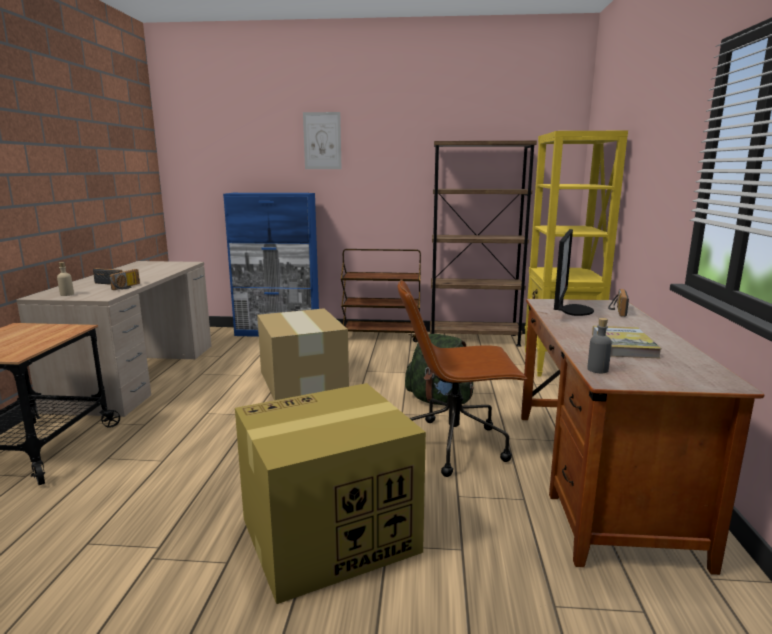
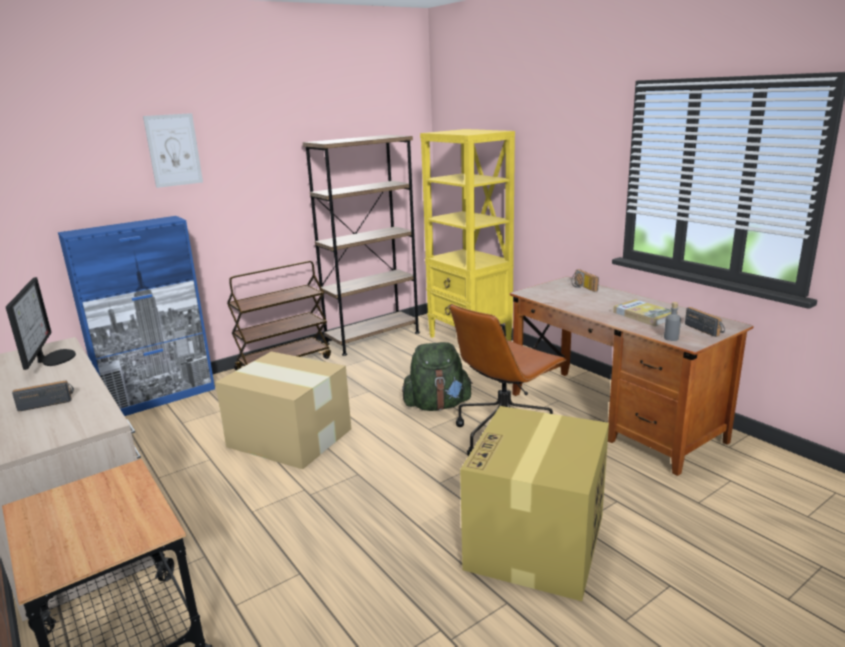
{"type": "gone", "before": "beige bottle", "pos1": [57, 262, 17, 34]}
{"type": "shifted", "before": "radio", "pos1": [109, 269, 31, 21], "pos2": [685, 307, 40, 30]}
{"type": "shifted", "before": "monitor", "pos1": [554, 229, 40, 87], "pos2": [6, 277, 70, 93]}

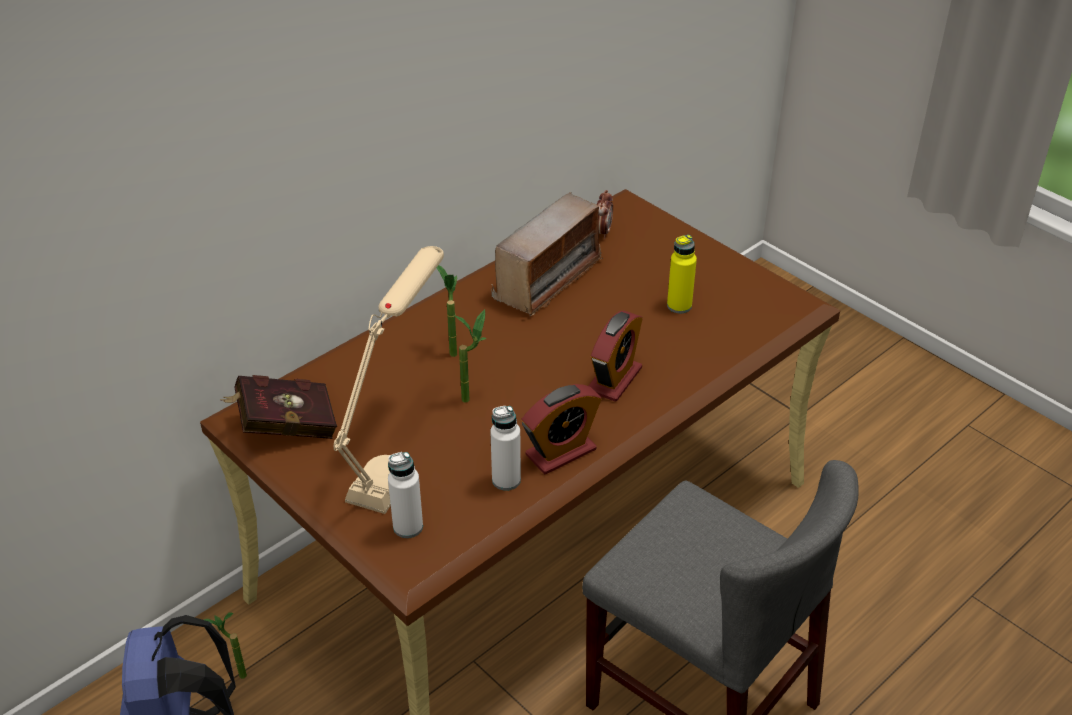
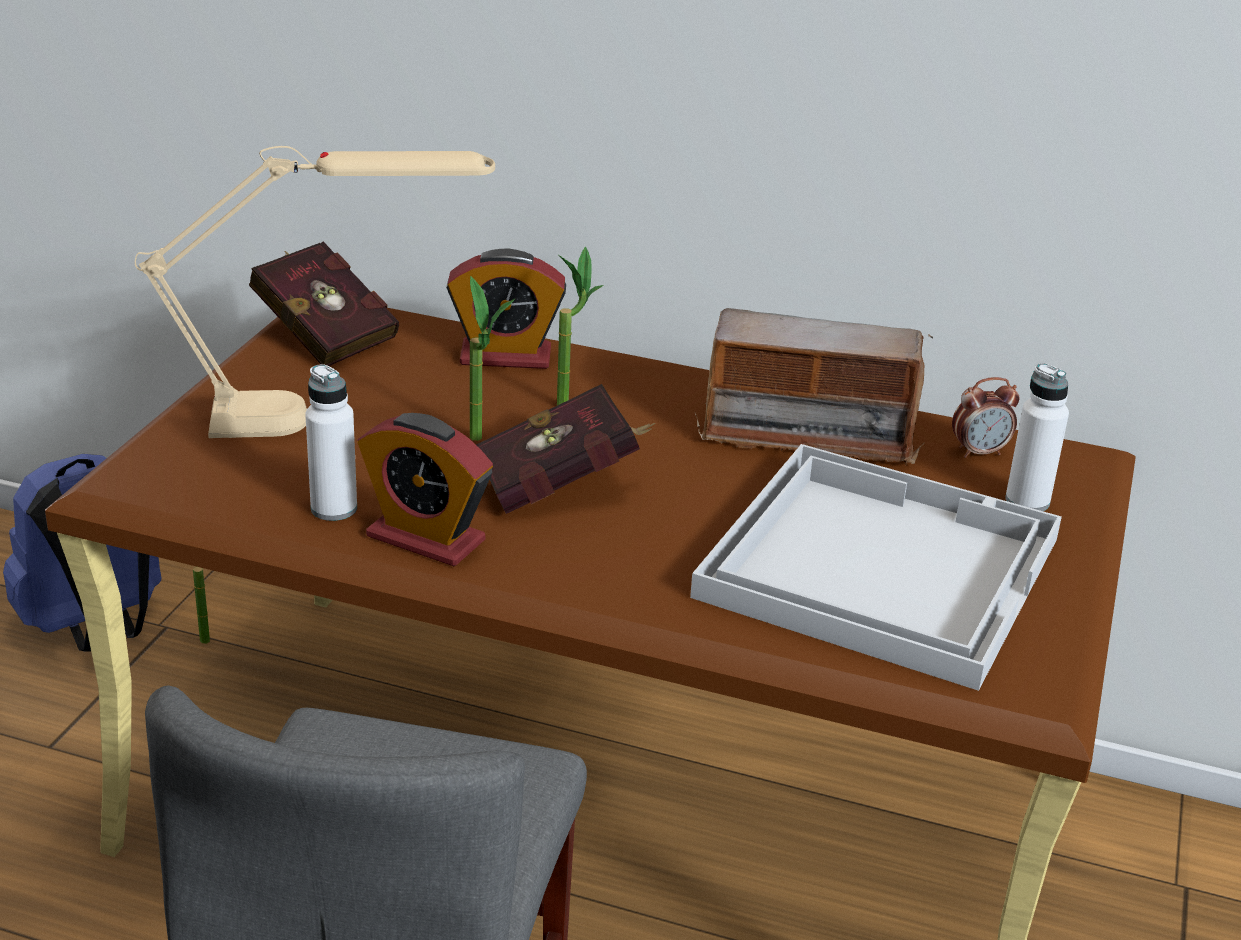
{"type": "new", "after": "red book", "pos2": [476, 384, 180, 130]}
{"type": "shifted", "before": "white bottle", "pos1": [388, 452, 35, 86], "pos2": [1005, 363, 64, 148]}
{"type": "shifted", "before": "alarm clock", "pos1": [589, 311, 54, 91], "pos2": [446, 248, 120, 121]}
{"type": "swapped", "before": "yellow bottle", "after": "white tray", "pos1": [667, 235, 30, 78], "pos2": [690, 444, 372, 247]}

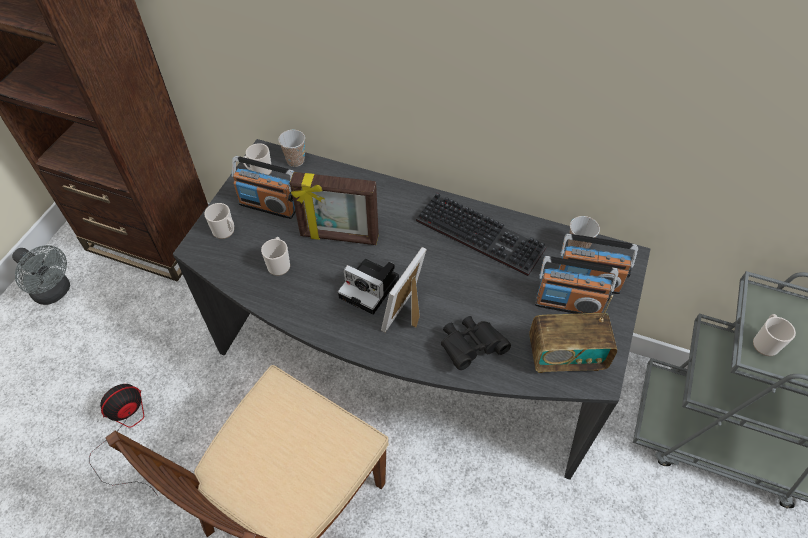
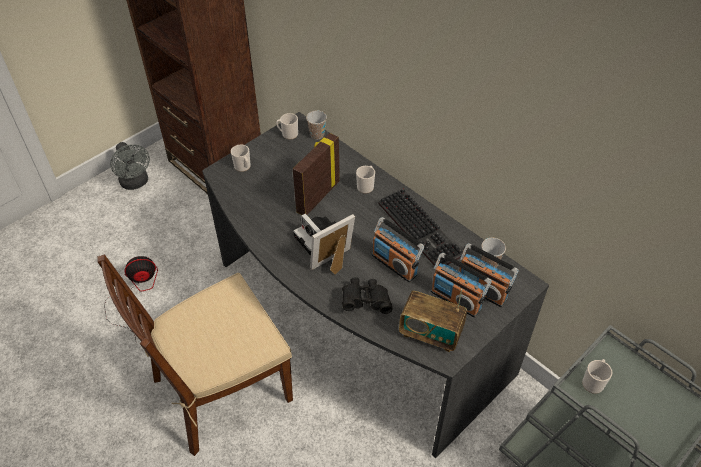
{"type": "shifted", "before": "radio", "pos1": [232, 156, 63, 63], "pos2": [372, 217, 52, 65]}
{"type": "shifted", "before": "mug", "pos1": [261, 237, 29, 39], "pos2": [356, 166, 19, 28]}
{"type": "rotated", "before": "picture frame", "pos1": [290, 172, 89, 73], "pos2": [293, 133, 47, 82], "turn": 90}

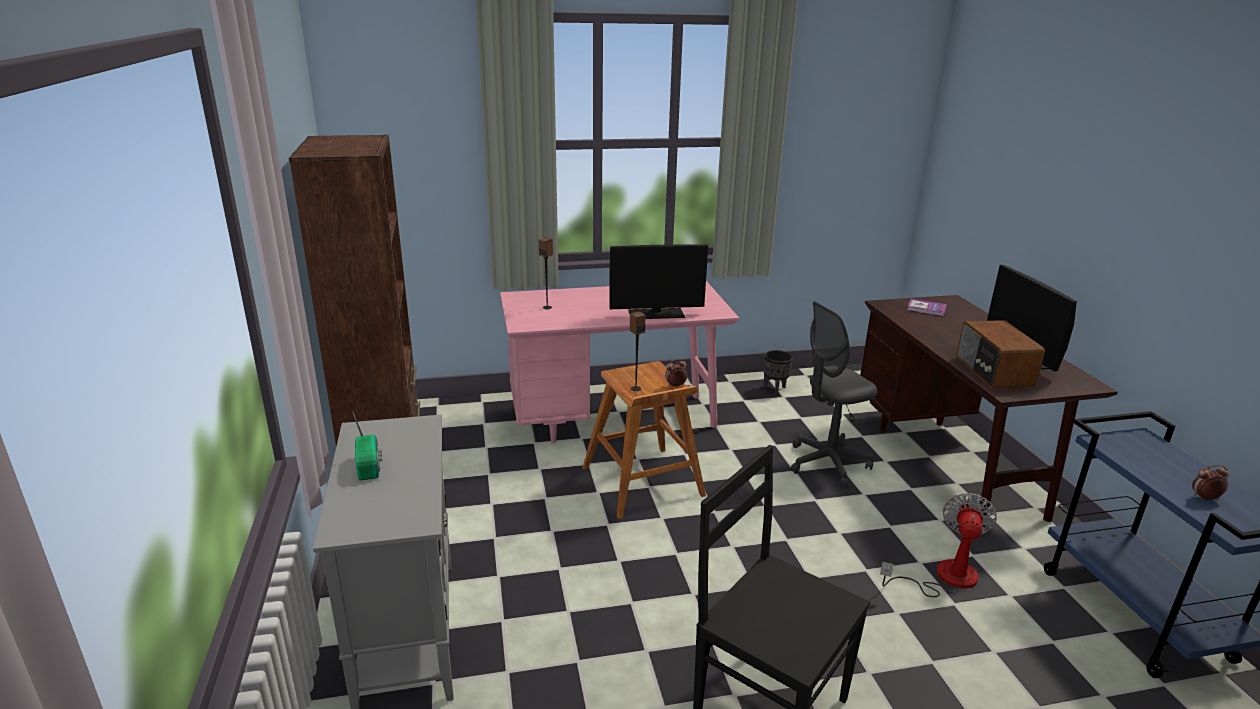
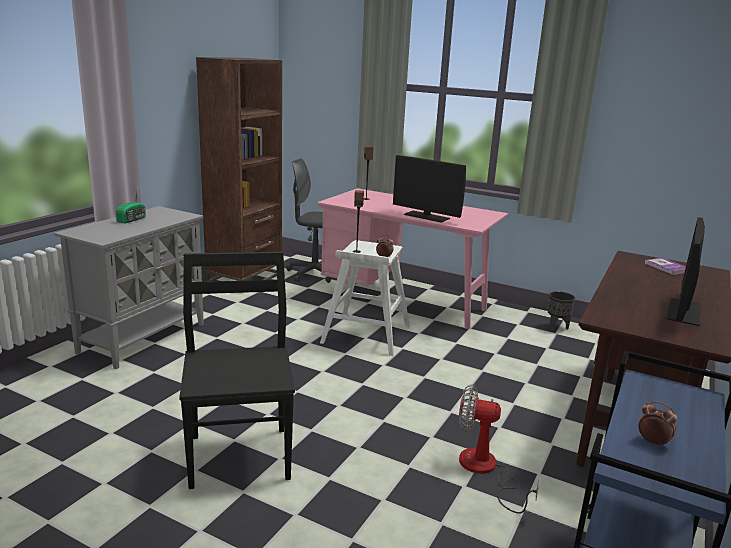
{"type": "gone", "before": "radio", "pos1": [956, 320, 89, 68]}
{"type": "shifted", "before": "grey office chair", "pos1": [791, 301, 86, 186], "pos2": [287, 158, 44, 125]}
{"type": "repainted", "before": "brown stool", "after": "white stool", "pos1": [583, 362, 123, 157], "pos2": [320, 240, 90, 116]}
{"type": "rotated", "before": "fan", "pos1": [880, 493, 117, 104], "pos2": [459, 385, 80, 129], "turn": -135}

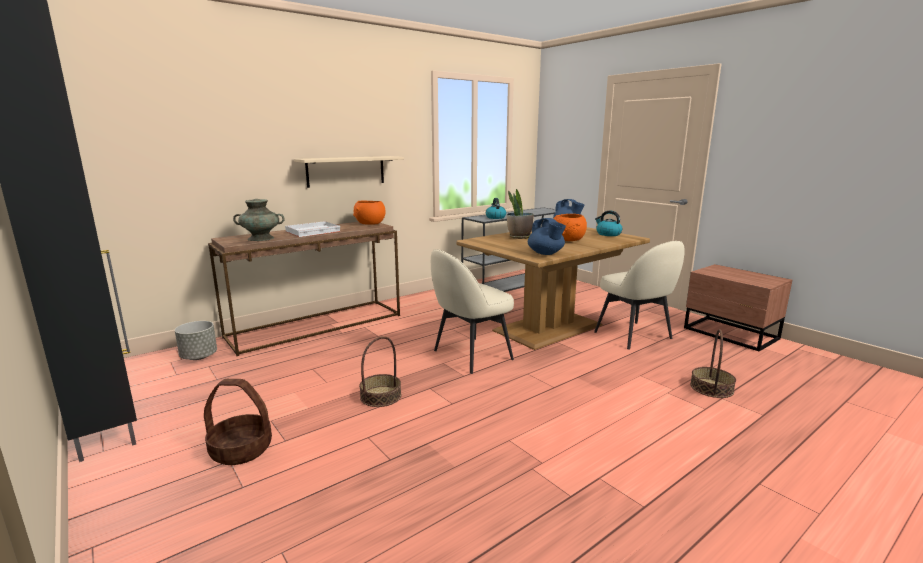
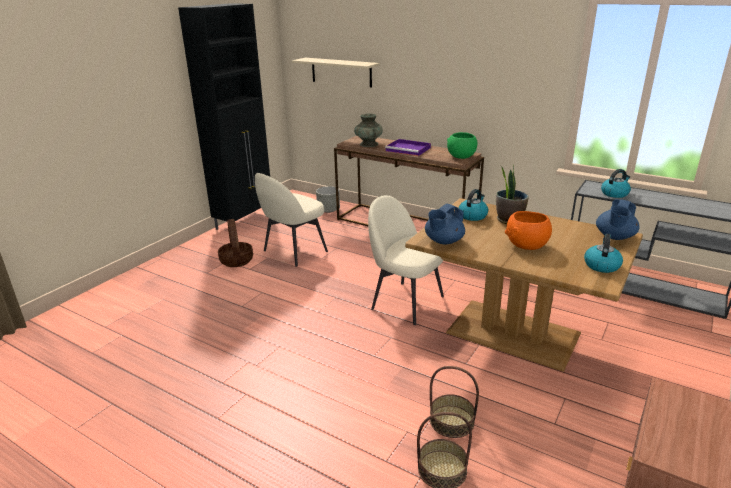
{"type": "new", "after": "kettle", "pos2": [459, 189, 29, 32]}
{"type": "shifted", "before": "beige shelf", "pos1": [294, 156, 110, 32], "pos2": [292, 58, 87, 29]}
{"type": "shifted", "before": "basket", "pos1": [359, 336, 42, 71], "pos2": [430, 366, 49, 72]}
{"type": "shifted", "before": "beige chair", "pos1": [594, 241, 91, 108], "pos2": [255, 173, 73, 94]}
{"type": "repainted", "before": "white tray", "after": "purple tray", "pos1": [285, 221, 55, 16], "pos2": [385, 139, 46, 17]}
{"type": "repainted", "before": "orange bowl", "after": "green bowl", "pos1": [353, 200, 33, 25], "pos2": [447, 132, 30, 27]}

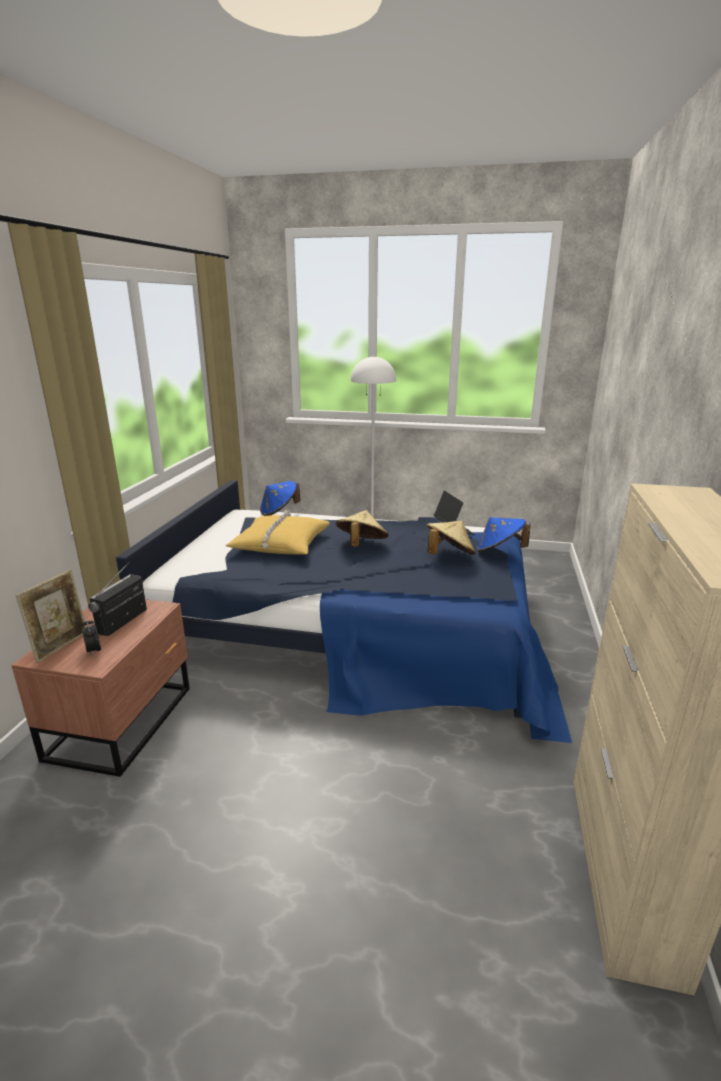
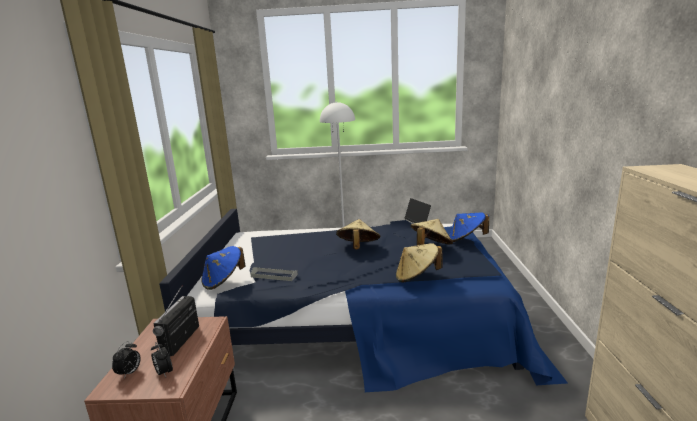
{"type": "gone", "before": "yellow pillow", "pos1": [225, 510, 105, 45]}
{"type": "new", "after": "grey tray", "pos2": [250, 267, 48, 14]}
{"type": "new", "after": "beige hat", "pos2": [396, 243, 46, 40]}
{"type": "shifted", "before": "blue hat", "pos1": [260, 481, 40, 35], "pos2": [201, 246, 44, 44]}
{"type": "swapped", "before": "picture frame", "after": "alarm clock", "pos1": [16, 570, 70, 93], "pos2": [112, 341, 29, 38]}

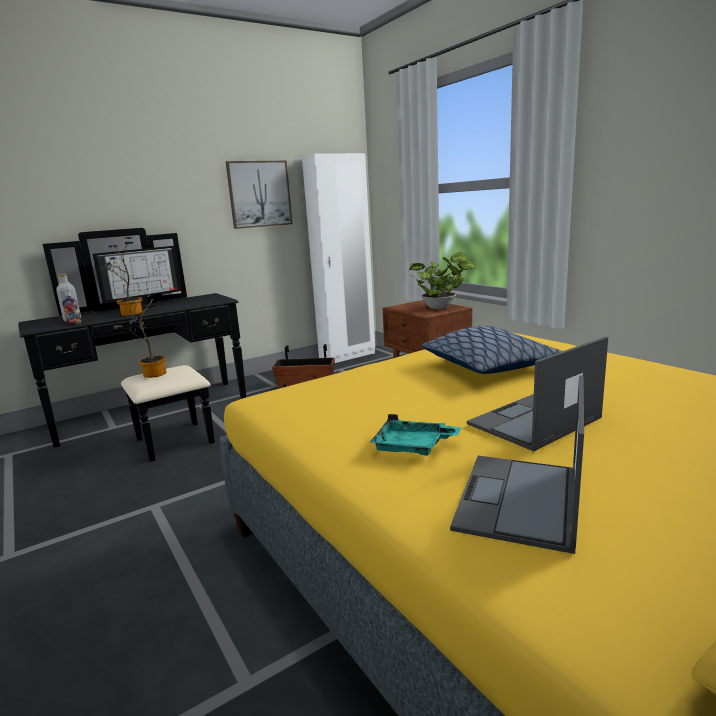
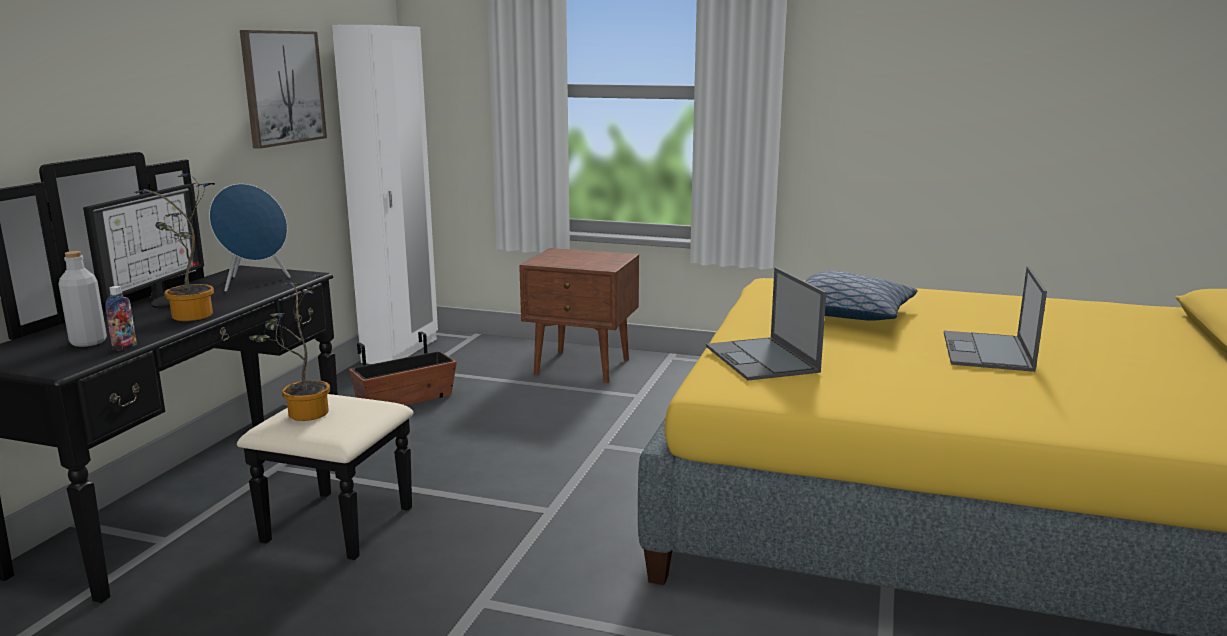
{"type": "gone", "before": "turquoise tray", "pos1": [369, 414, 92, 42]}
{"type": "gone", "before": "potted plant", "pos1": [408, 252, 68, 57]}
{"type": "new", "after": "blue speaker", "pos2": [209, 184, 82, 108]}
{"type": "shifted", "before": "laptop", "pos1": [450, 375, 134, 179], "pos2": [706, 267, 120, 114]}

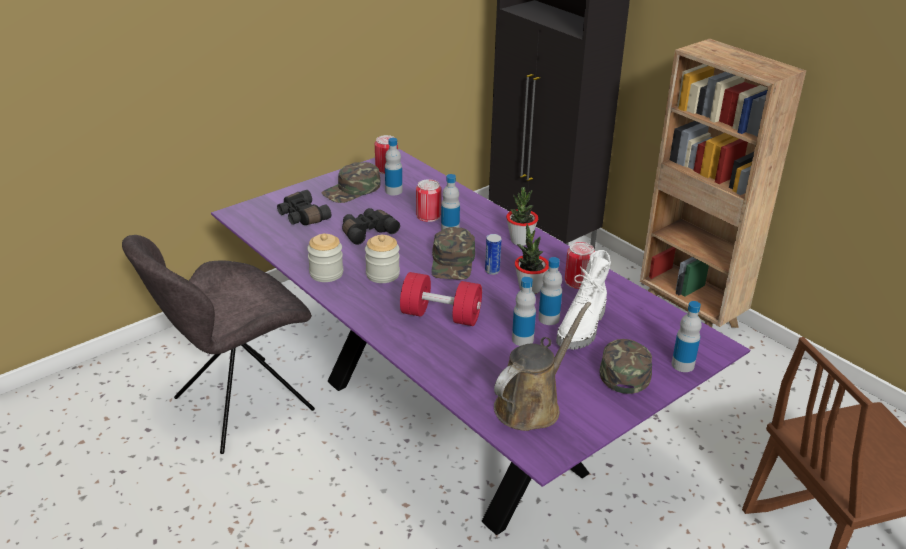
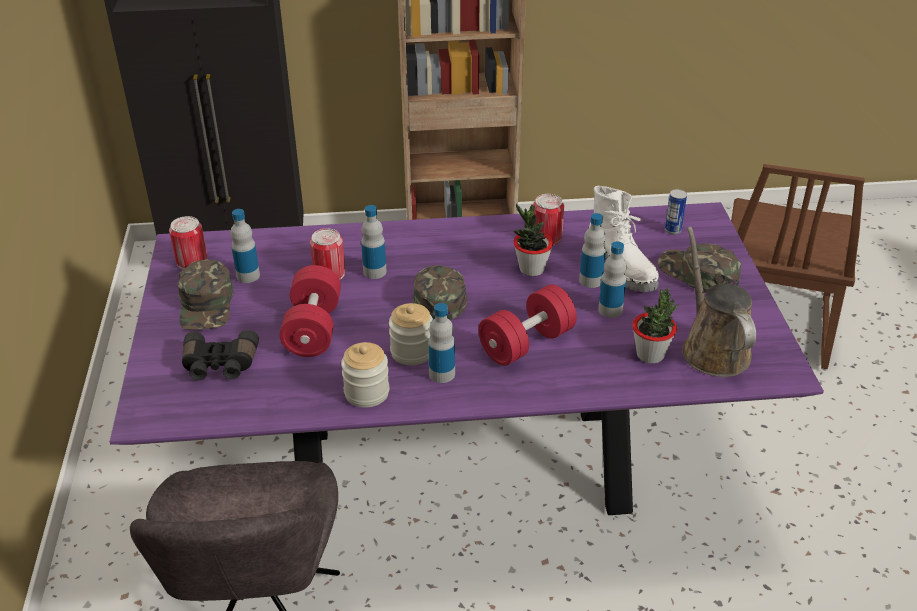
{"type": "shifted", "before": "can", "pos1": [485, 234, 17, 41], "pos2": [665, 189, 22, 46]}
{"type": "shifted", "before": "potted plant", "pos1": [506, 187, 32, 59], "pos2": [632, 287, 46, 76]}
{"type": "shifted", "before": "bottle", "pos1": [672, 301, 30, 71], "pos2": [428, 303, 27, 80]}
{"type": "swapped", "before": "black binoculars", "after": "red dumbbell", "pos1": [342, 208, 58, 37], "pos2": [280, 265, 61, 92]}
{"type": "rotated", "before": "green cap", "pos1": [431, 227, 44, 53], "pos2": [413, 265, 54, 55], "turn": -135}

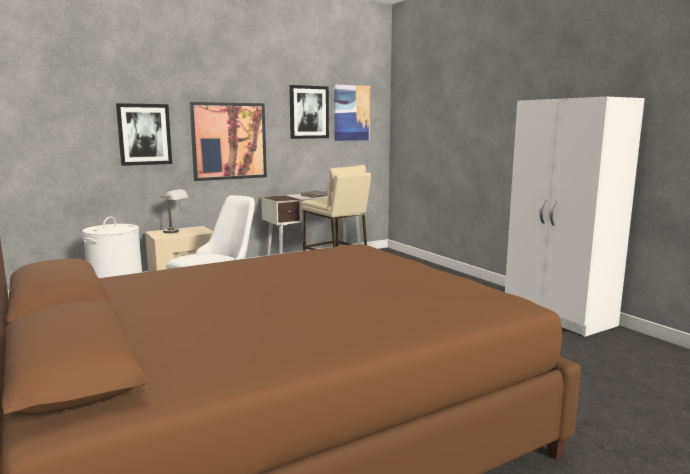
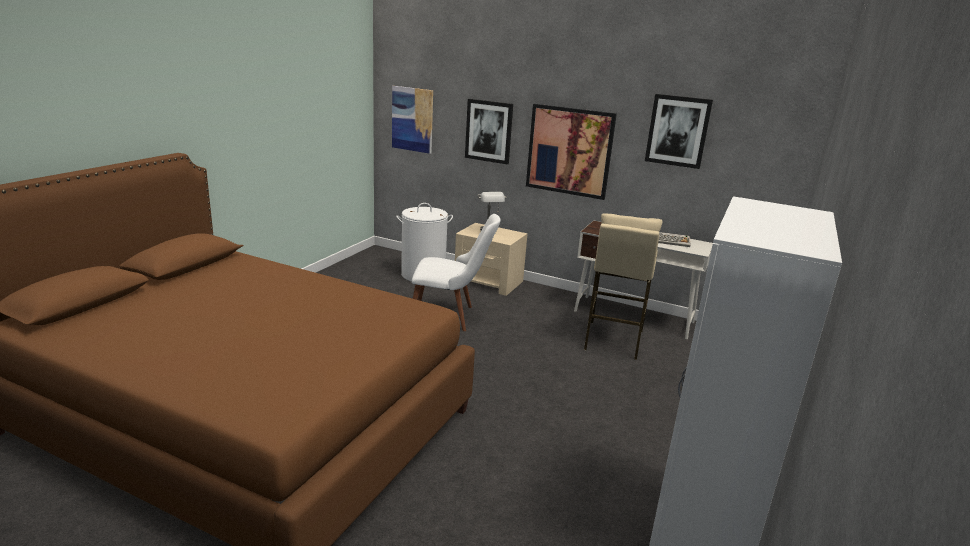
{"type": "shifted", "before": "picture", "pos1": [334, 85, 36, 56], "pos2": [392, 86, 41, 68]}

